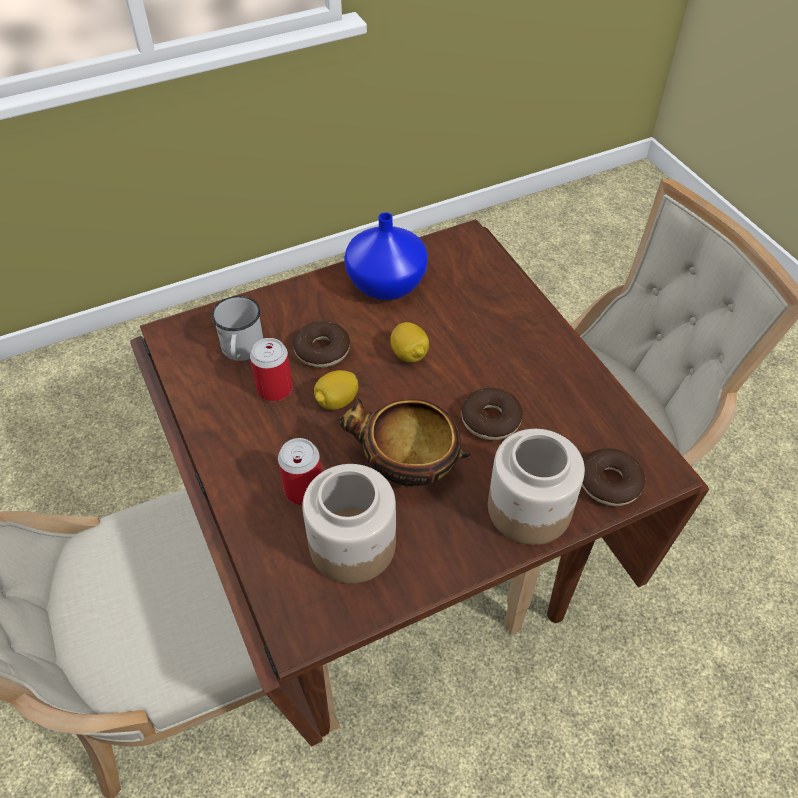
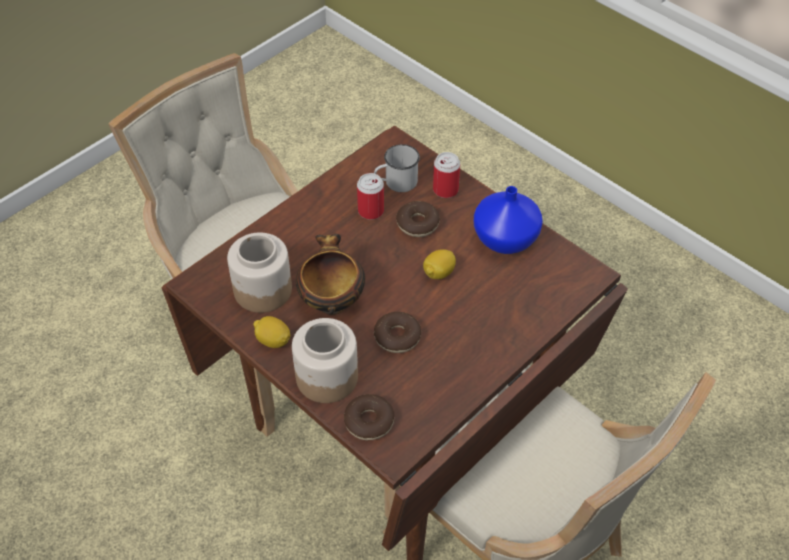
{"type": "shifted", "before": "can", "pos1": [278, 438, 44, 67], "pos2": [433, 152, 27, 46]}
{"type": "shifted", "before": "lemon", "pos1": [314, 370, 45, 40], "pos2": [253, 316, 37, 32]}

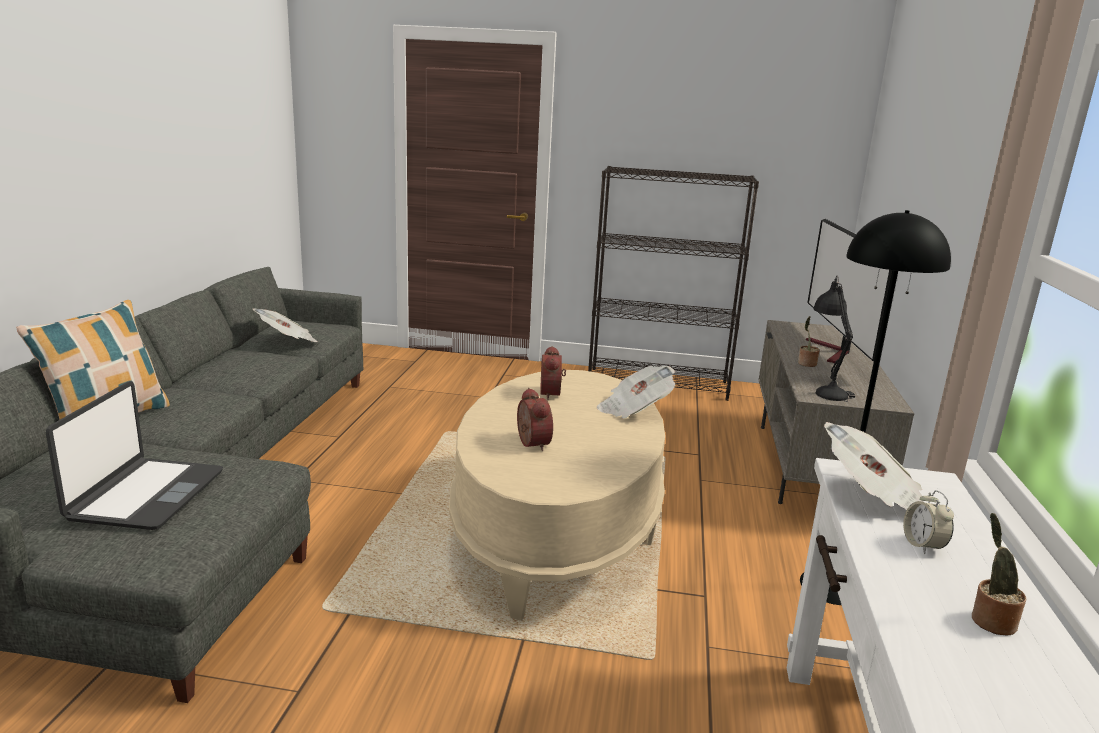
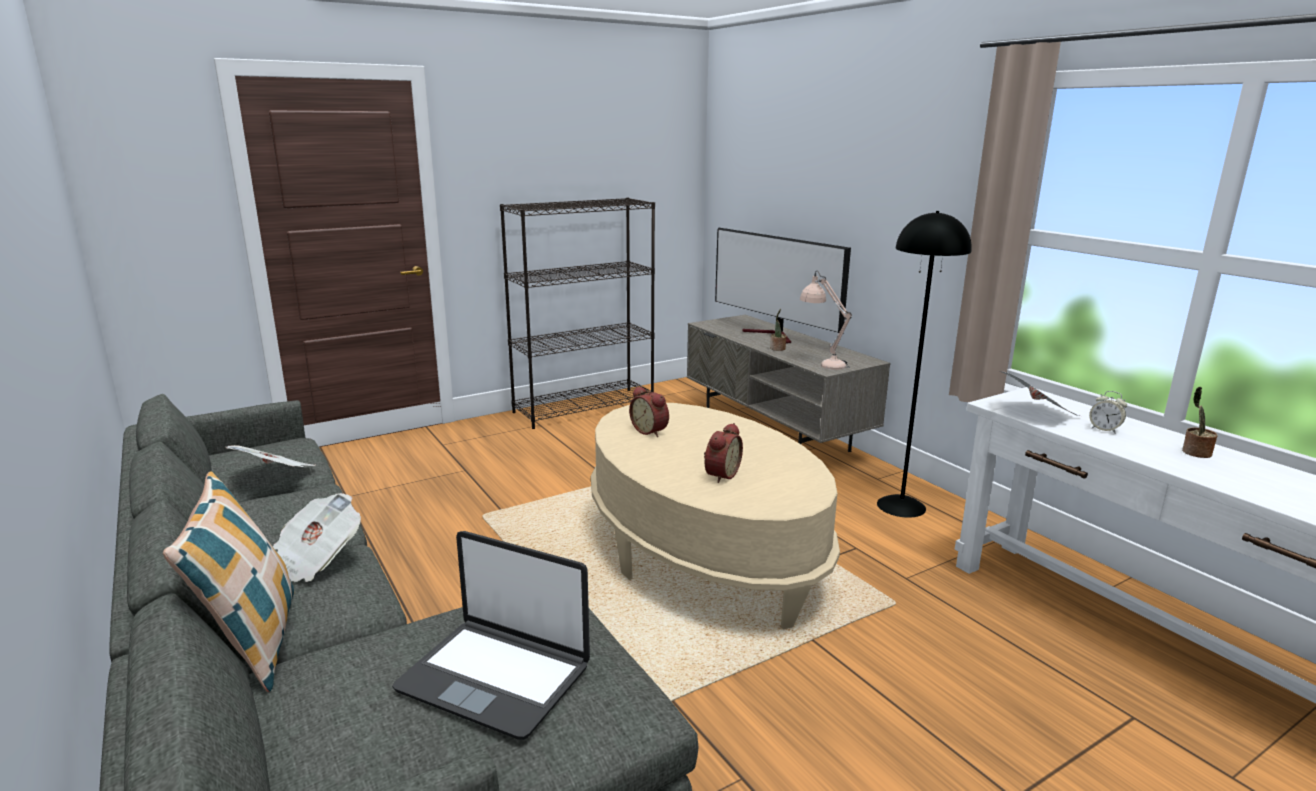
{"type": "shifted", "before": "newspaper", "pos1": [597, 366, 78, 53], "pos2": [272, 493, 89, 89]}
{"type": "repainted", "before": "black table lamp", "after": "beige table lamp", "pos1": [813, 275, 42, 127], "pos2": [800, 270, 52, 100]}
{"type": "rotated", "before": "laptop", "pos1": [46, 381, 177, 149], "pos2": [392, 531, 198, 209], "turn": 150}
{"type": "rotated", "before": "alarm clock", "pos1": [517, 388, 36, 63], "pos2": [704, 423, 39, 60], "turn": 90}

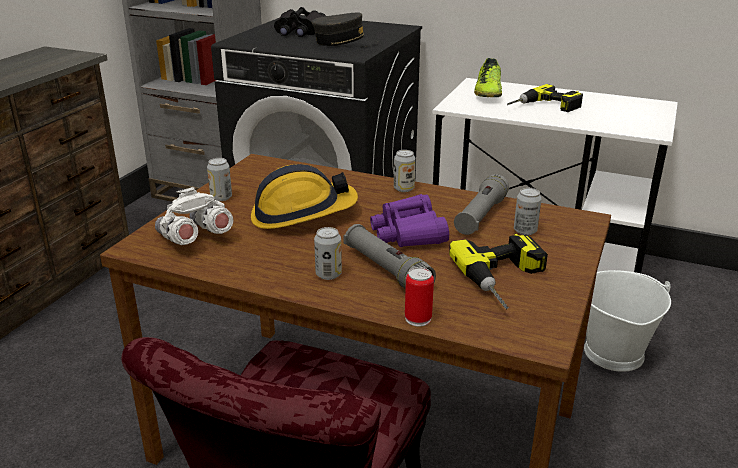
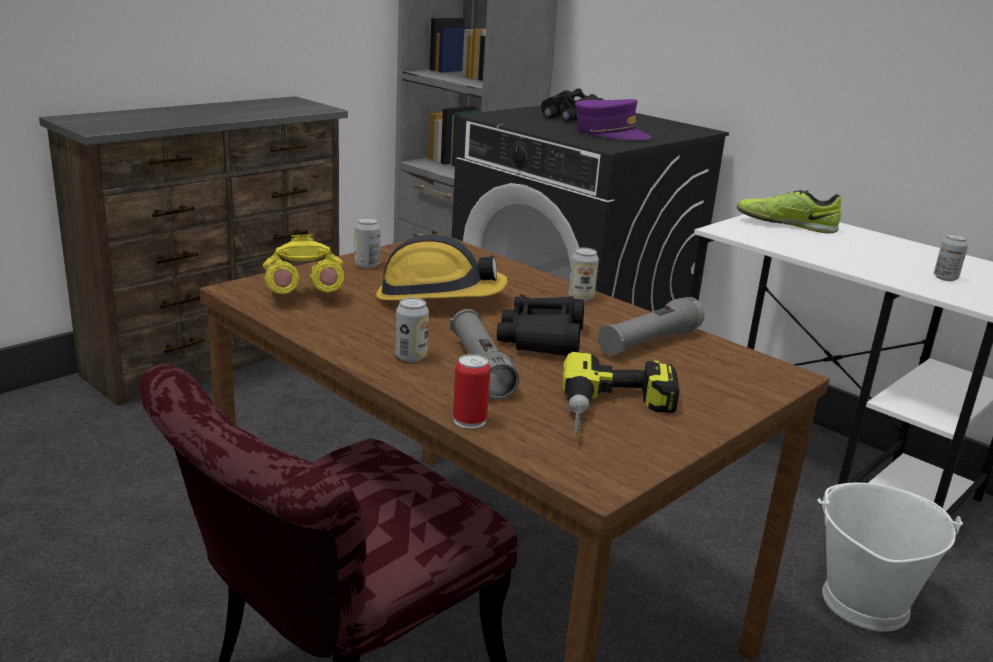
{"type": "gone", "before": "power drill", "pos1": [507, 84, 76, 28]}
{"type": "shifted", "before": "can", "pos1": [514, 188, 27, 47], "pos2": [934, 234, 34, 47]}
{"type": "repainted", "before": "white binoculars", "after": "yellow binoculars", "pos1": [155, 187, 78, 58], "pos2": [263, 235, 81, 59]}
{"type": "repainted", "before": "grey cap", "after": "purple cap", "pos1": [312, 12, 66, 36], "pos2": [575, 99, 77, 41]}
{"type": "repainted", "before": "purple binoculars", "after": "black binoculars", "pos1": [370, 194, 79, 53], "pos2": [497, 295, 87, 61]}
{"type": "rotated", "before": "shoe", "pos1": [474, 58, 28, 39], "pos2": [737, 190, 104, 44], "turn": 75}

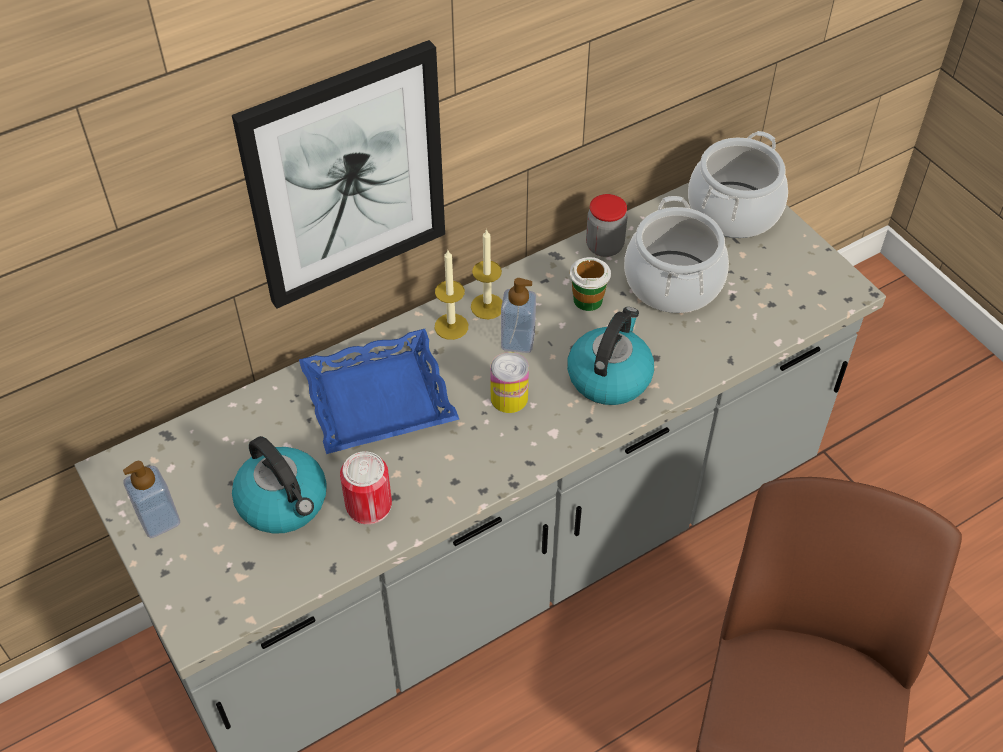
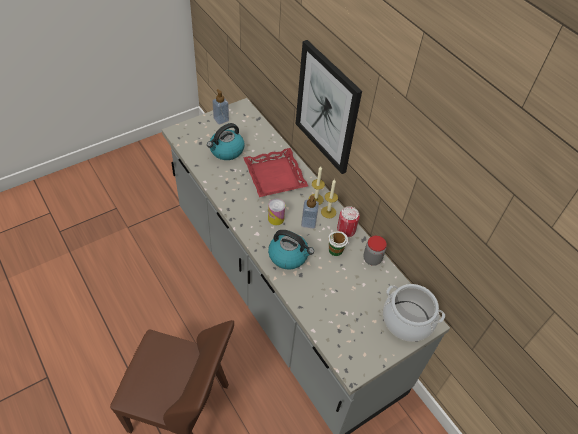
{"type": "gone", "before": "cooking pot", "pos1": [624, 196, 105, 117]}
{"type": "shifted", "before": "can", "pos1": [340, 451, 52, 74], "pos2": [337, 206, 23, 31]}
{"type": "repainted", "before": "blue tray", "after": "red tray", "pos1": [299, 329, 160, 125], "pos2": [243, 148, 65, 49]}

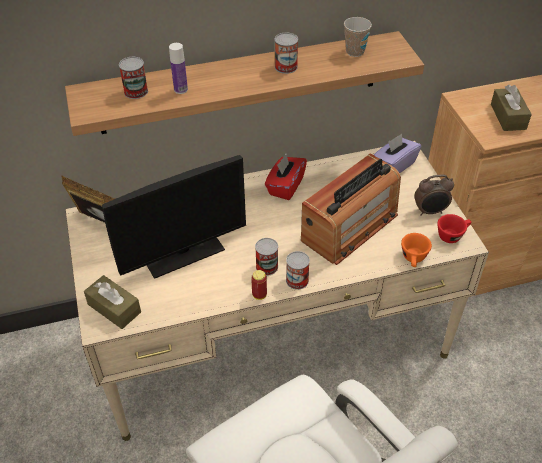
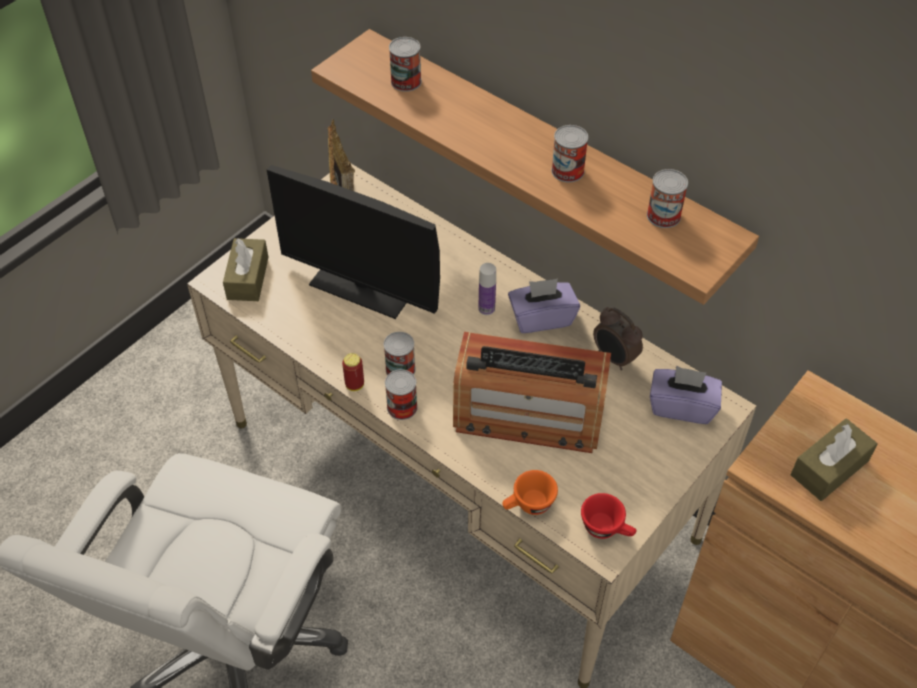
{"type": "shifted", "before": "bottle", "pos1": [169, 43, 19, 51], "pos2": [478, 263, 18, 52]}
{"type": "shifted", "before": "alarm clock", "pos1": [414, 175, 40, 41], "pos2": [593, 307, 50, 63]}
{"type": "swapped", "before": "cup", "after": "can", "pos1": [344, 17, 28, 40], "pos2": [647, 169, 41, 59]}
{"type": "repainted", "before": "red tissue box", "after": "purple tissue box", "pos1": [265, 154, 42, 46], "pos2": [508, 279, 72, 54]}

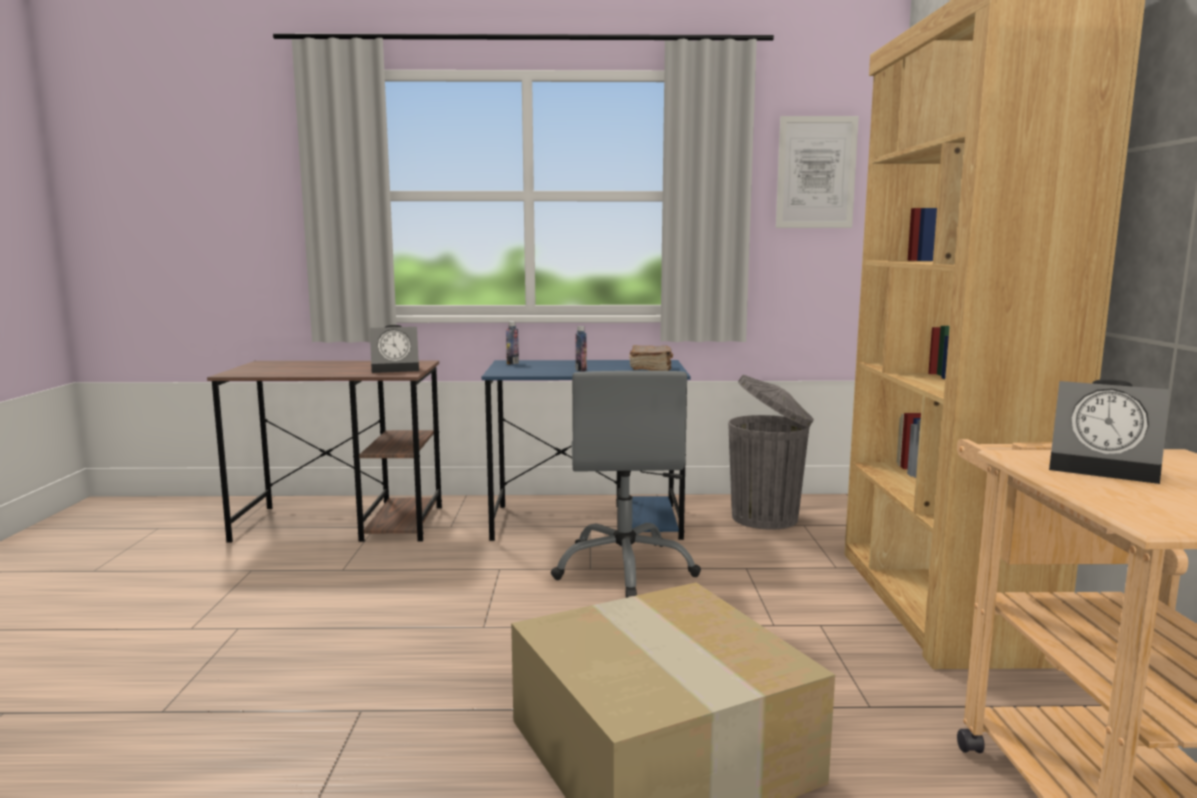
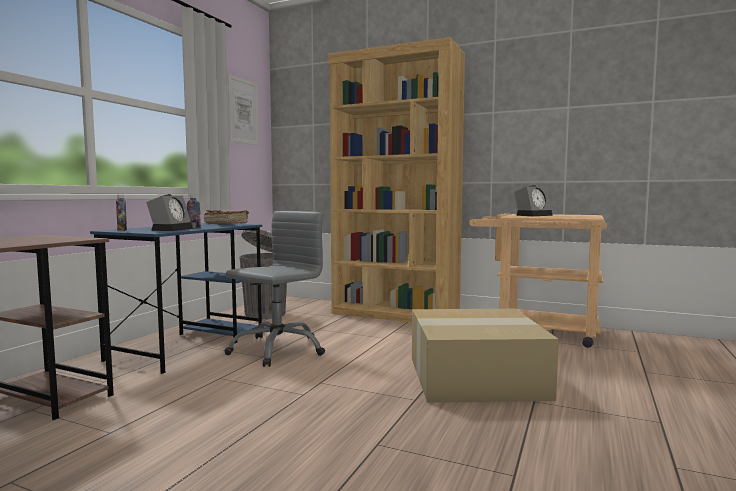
{"type": "shifted", "before": "alarm clock", "pos1": [370, 325, 49, 48], "pos2": [146, 194, 47, 37]}
{"type": "rotated", "before": "grey office chair", "pos1": [551, 371, 150, 227], "pos2": [225, 211, 100, 156], "turn": -75}

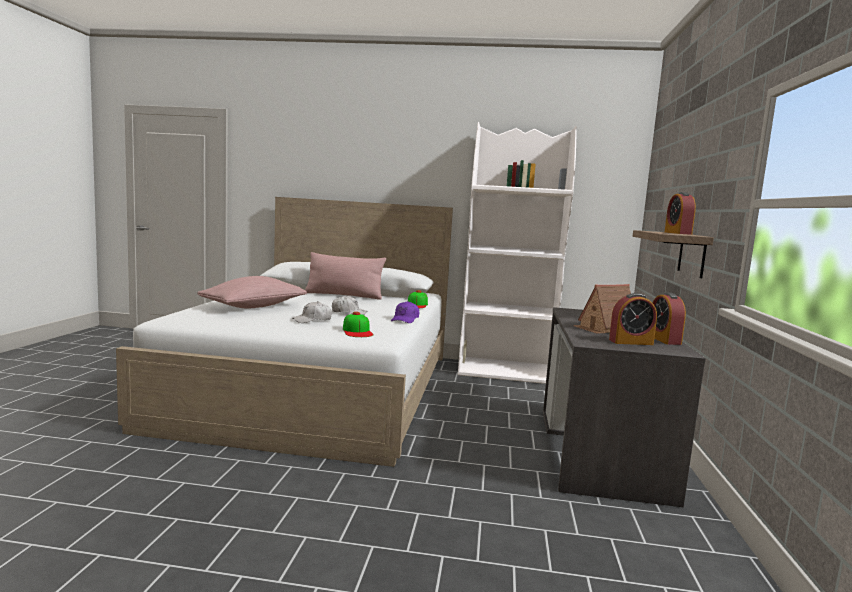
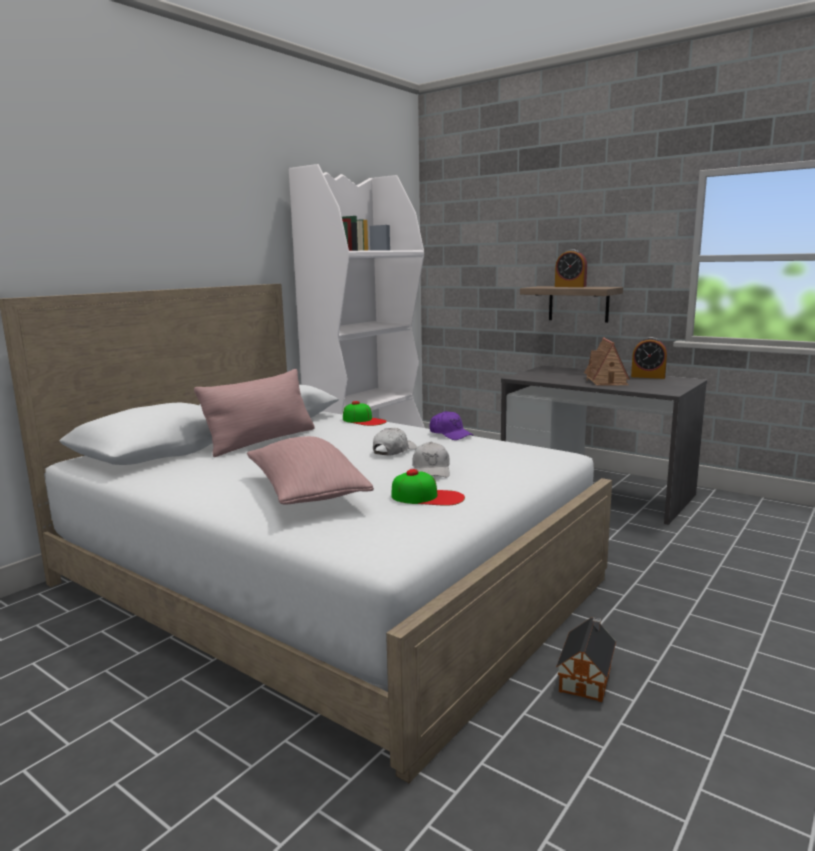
{"type": "gone", "before": "alarm clock", "pos1": [609, 293, 48, 52]}
{"type": "new", "after": "toy house", "pos2": [556, 617, 60, 85]}
{"type": "shifted", "before": "cap", "pos1": [343, 312, 30, 25], "pos2": [391, 469, 74, 37]}

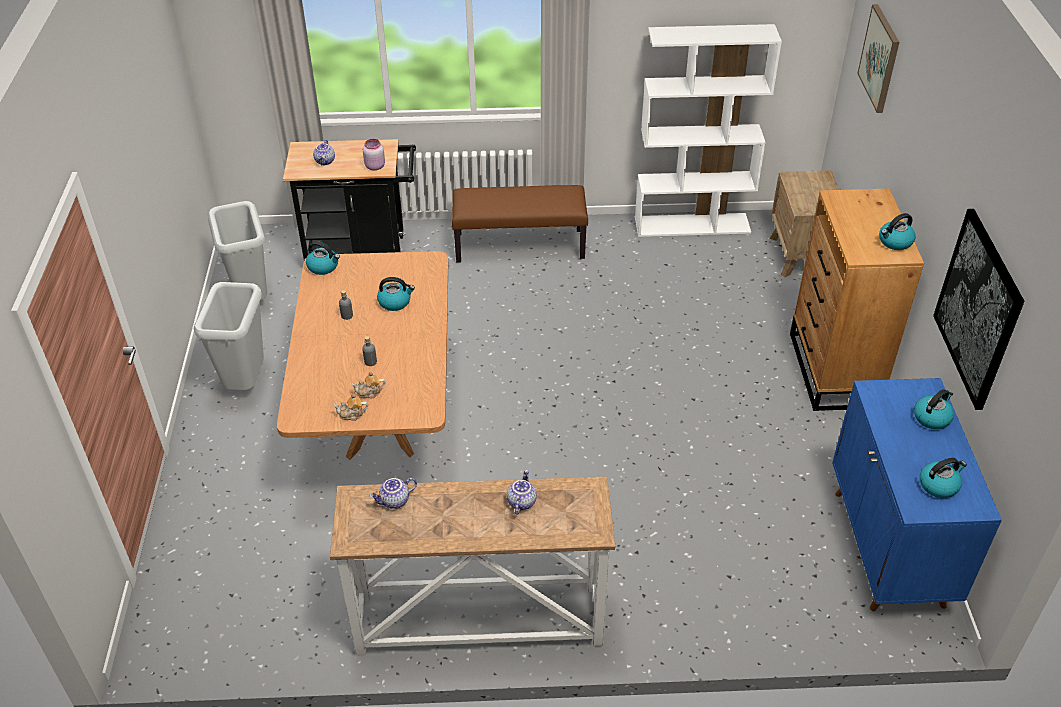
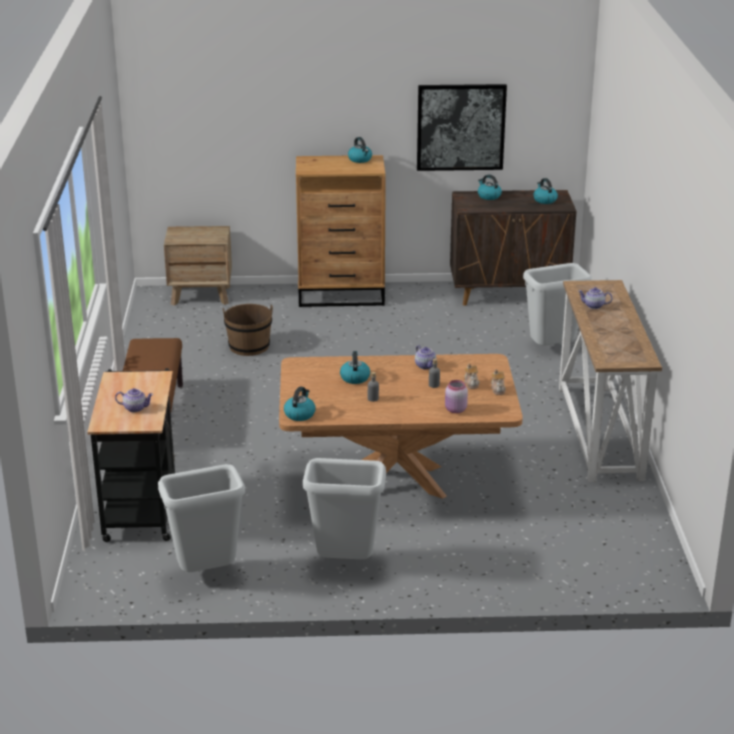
{"type": "gone", "before": "white bookcase", "pos1": [635, 24, 147, 213]}
{"type": "gone", "before": "picture", "pos1": [857, 4, 42, 109]}
{"type": "new", "after": "brown bucket", "pos2": [223, 304, 50, 52]}
{"type": "new", "after": "grey trash can", "pos2": [523, 263, 68, 83]}
{"type": "shifted", "before": "pink jar", "pos1": [363, 139, 22, 31], "pos2": [445, 380, 23, 33]}
{"type": "shifted", "before": "teapot", "pos1": [370, 478, 47, 31], "pos2": [415, 345, 21, 24]}
{"type": "repainted", "before": "blue cabinet", "after": "brown cabinet", "pos1": [832, 378, 170, 233], "pos2": [450, 190, 127, 116]}

